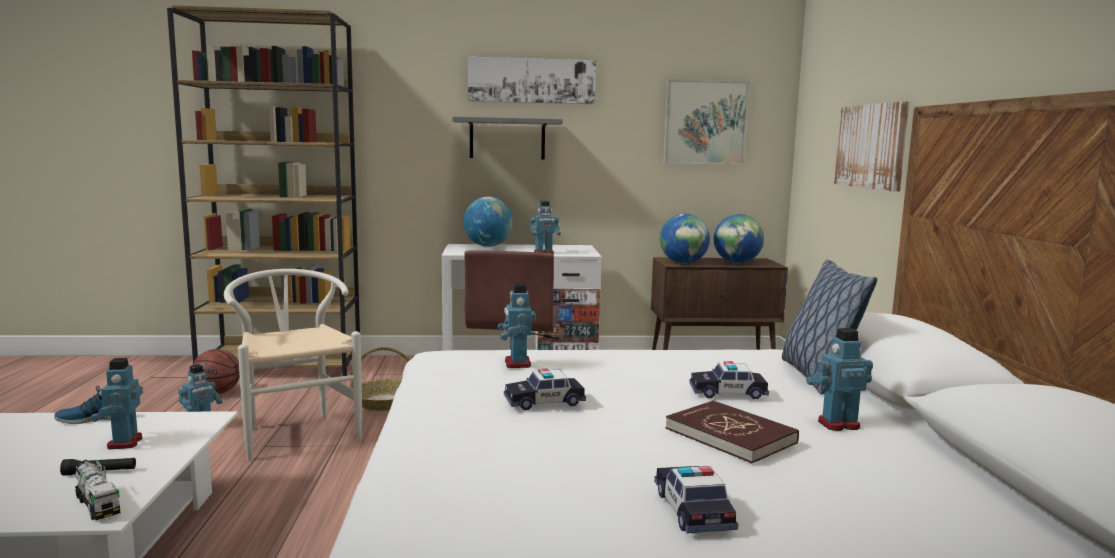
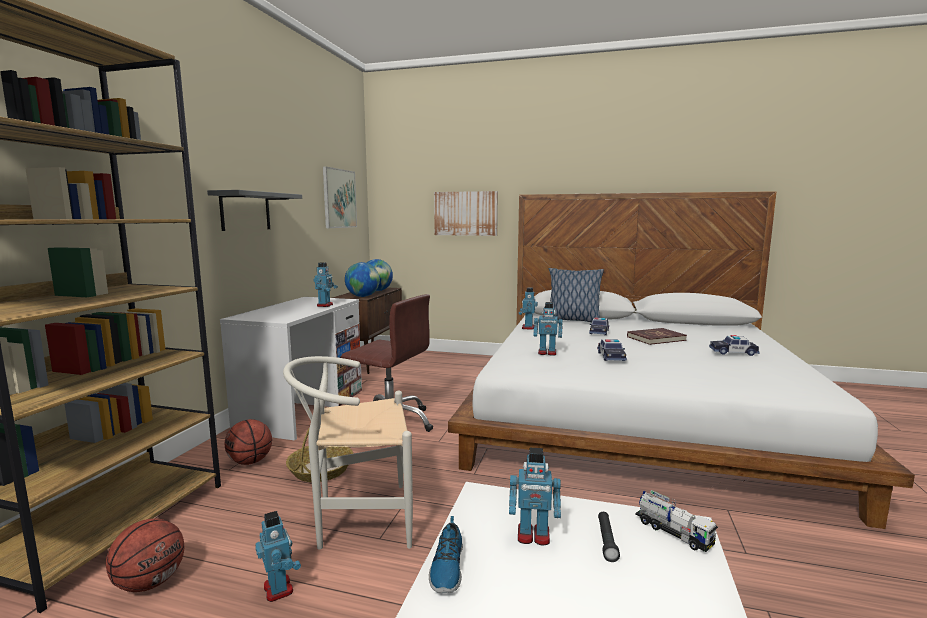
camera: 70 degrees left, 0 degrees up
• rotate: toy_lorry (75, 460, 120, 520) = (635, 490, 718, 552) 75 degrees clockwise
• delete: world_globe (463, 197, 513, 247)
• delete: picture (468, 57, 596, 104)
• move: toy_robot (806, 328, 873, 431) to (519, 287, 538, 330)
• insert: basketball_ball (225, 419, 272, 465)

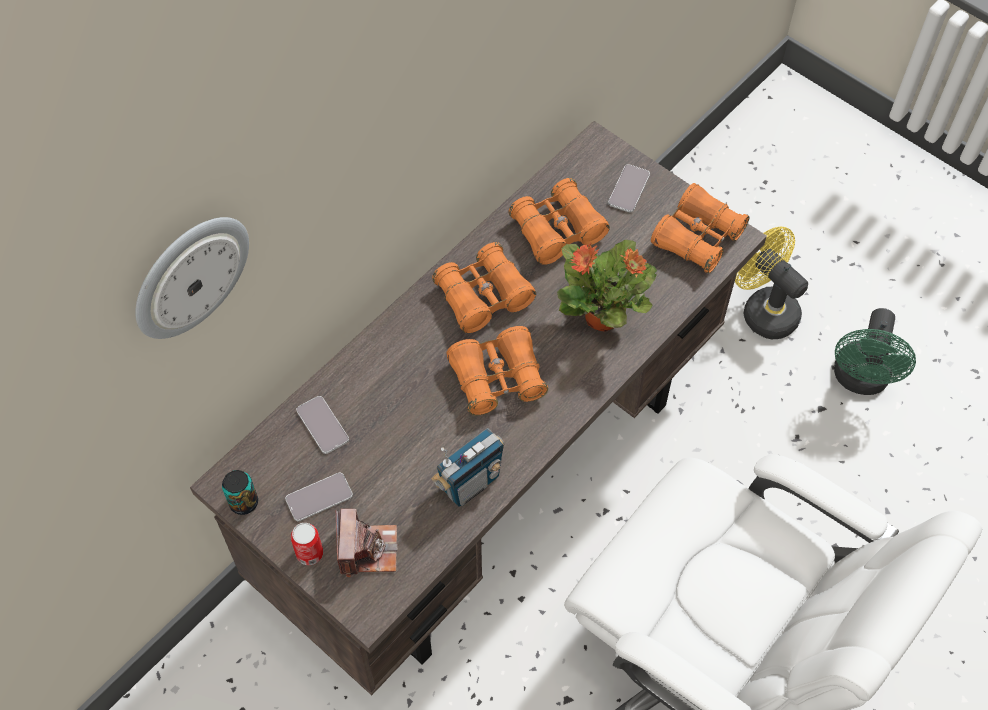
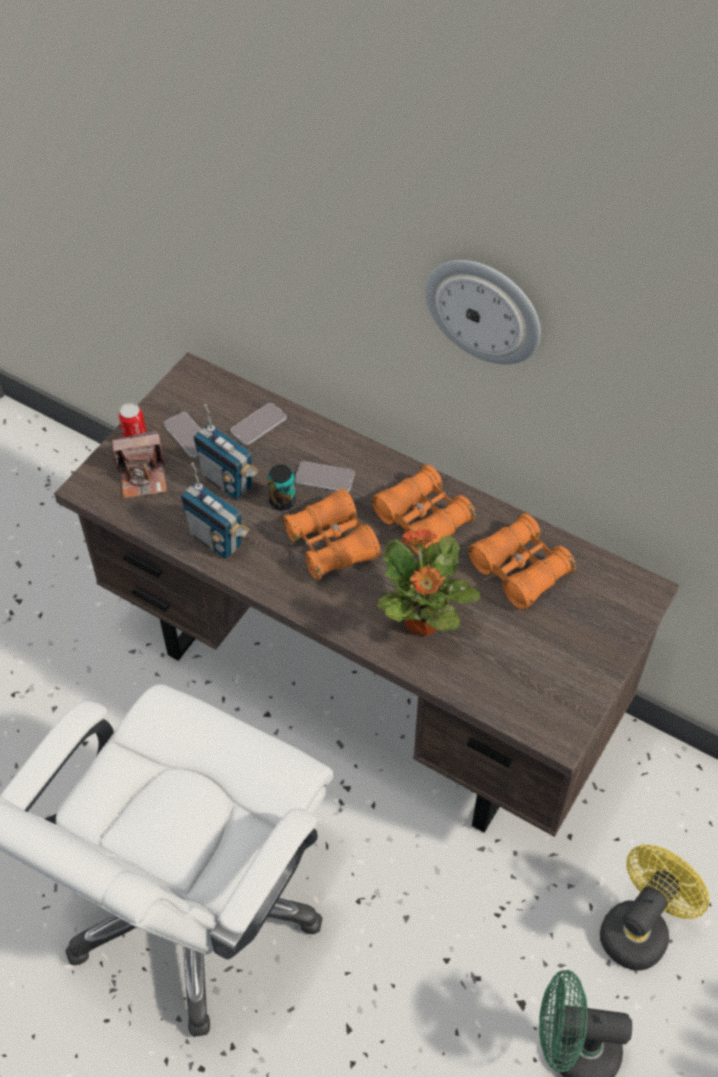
camera: 80 degrees right, 5 degrees down
• move: hanging_clock (135, 217, 249, 339) to (425, 260, 541, 364)
• move: metal_can (222, 470, 258, 515) to (267, 464, 296, 510)
• move: handset (608, 164, 650, 213) to (295, 462, 354, 492)
• delete: orangey_binoculars (651, 183, 750, 273)
• insert: radio_receiver (193, 404, 260, 499)

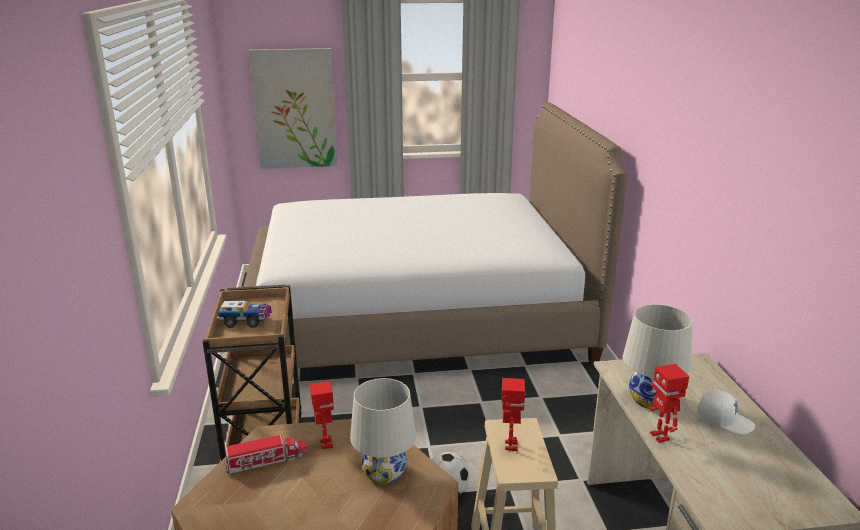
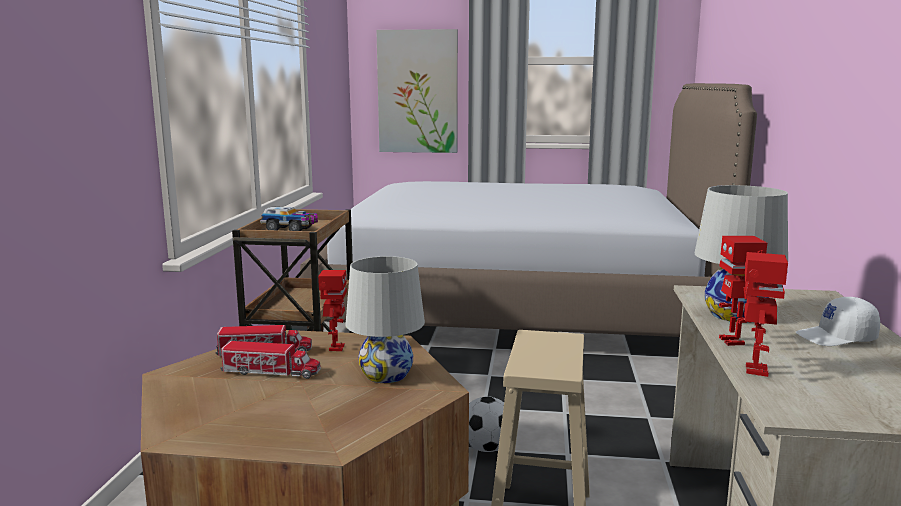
camera: 15 degrees right, 10 degrees down
• move: toy_robot (502, 378, 525, 451) to (744, 252, 788, 377)
• rotate: whitish_cap (698, 390, 755, 435) = (796, 297, 880, 346) 135 degrees clockwise
• insert: toy_lorry (220, 341, 321, 379)

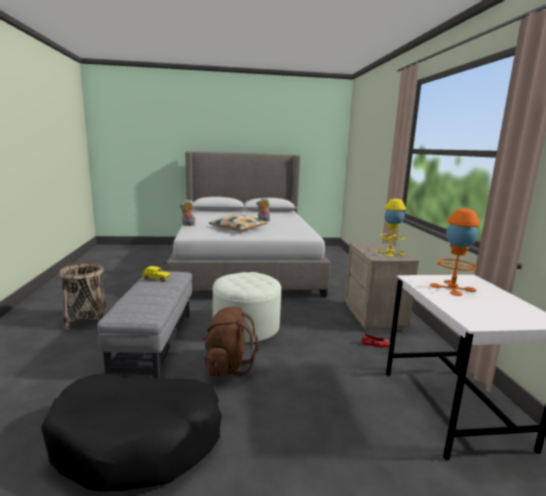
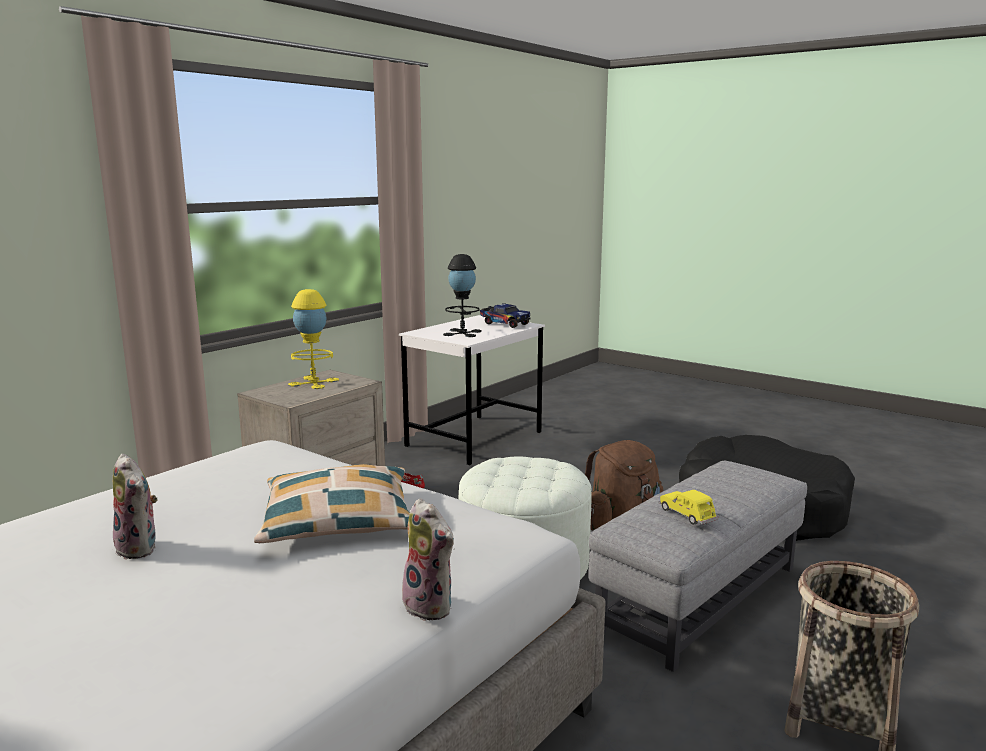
camera: 135 degrees left, 0 degrees up
• recolor: orangey_tabletop_lamp (430, 209, 480, 296) to black-coloured_tabletop_lamp (443, 254, 482, 337)
• insert: toy_lorry (480, 304, 530, 328)

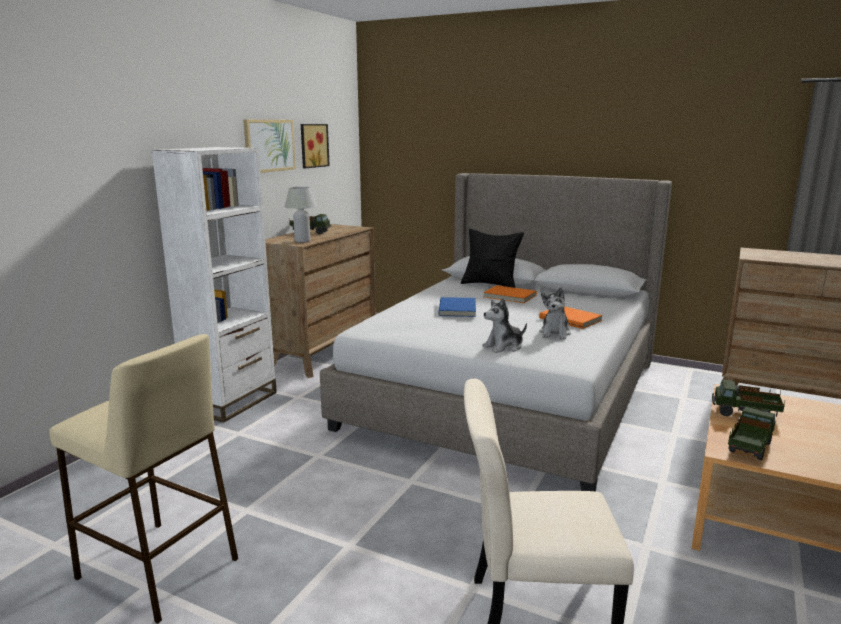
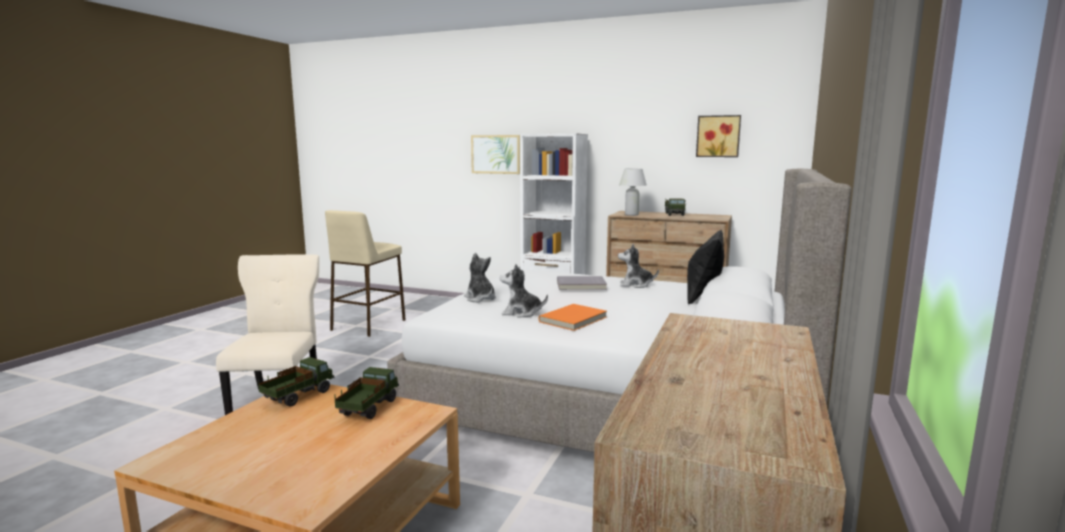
camera: 85 degrees right, 5 degrees down
• move: picture (243, 120, 296, 173) to (471, 135, 520, 174)
• recolor: bluish_volume (439, 297, 476, 317) to greyish_volume (557, 276, 607, 290)
• delete: orangey_volume (483, 285, 537, 303)
• rotate: toy_lorry (728, 407, 775, 460) = (258, 357, 334, 407) 90 degrees counterclockwise
• insert: cuddly_toy (618, 244, 659, 288)

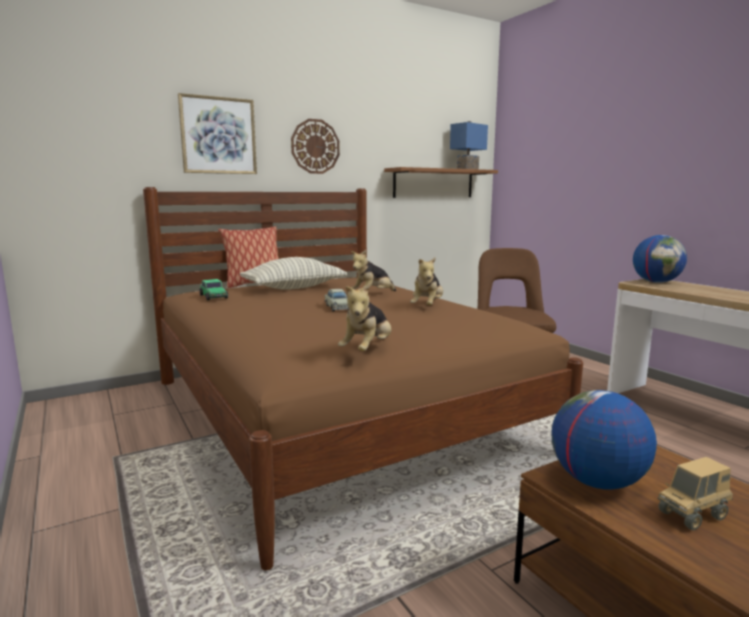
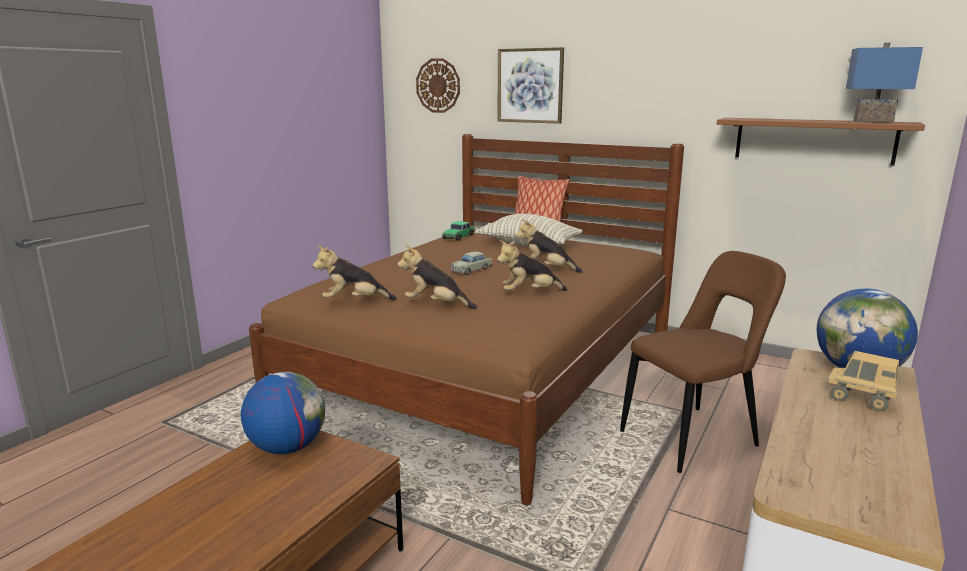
camera: 60 degrees right, 5 degrees up
• move: hanging_clock (291, 119, 340, 174) to (416, 58, 460, 113)
• move: toy_lorry (657, 457, 733, 530) to (827, 351, 900, 411)
• insert: cuddly_toy (397, 245, 477, 309)

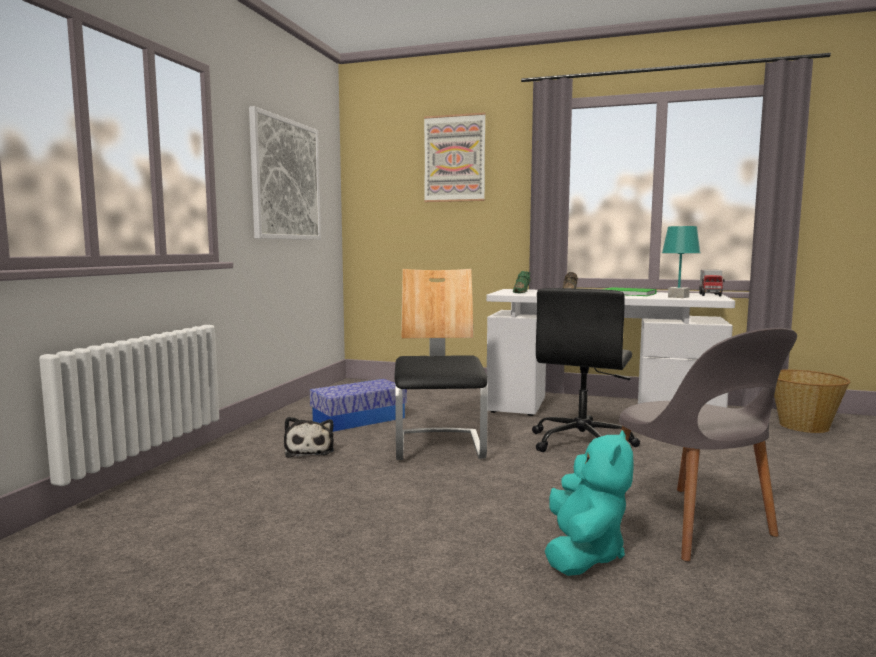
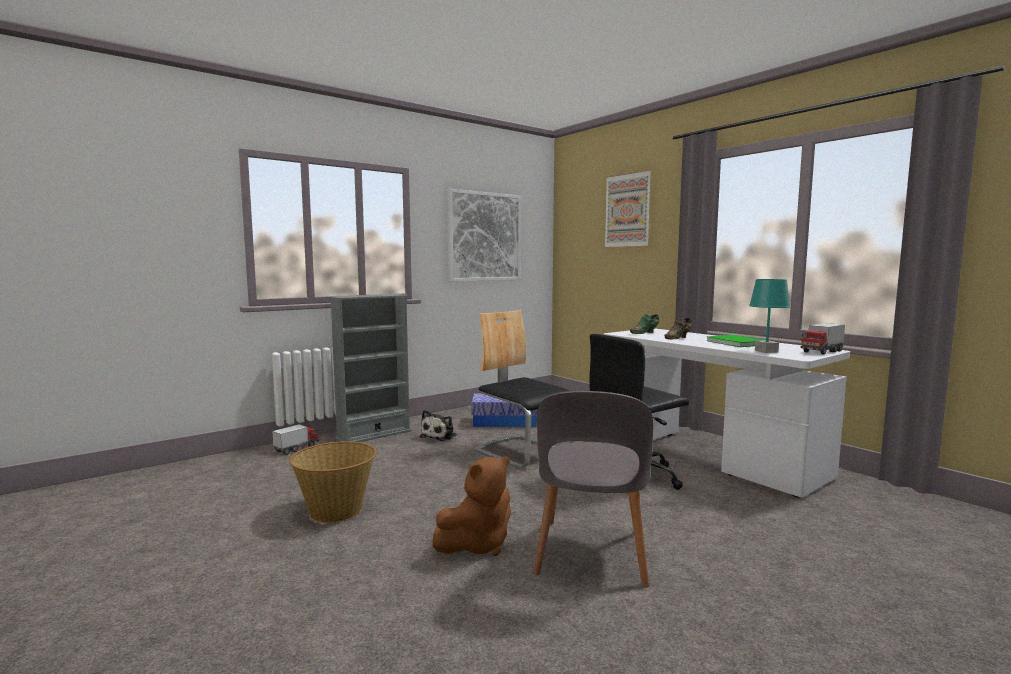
camera: 35 degrees right, 0 degrees up
• rotate: plain_chair (394, 269, 488, 460) = (474, 310, 574, 469) 75 degrees counterclockwise
• recolor: turquoise_cuddly_toy (545, 430, 634, 576) to brownish_cuddly_toy (432, 456, 511, 556)
• move: household_basket (774, 370, 851, 433) to (289, 441, 377, 523)
• insert: toy_lorry (272, 424, 319, 455)
• insert: greyish_bookshelf (329, 294, 411, 442)

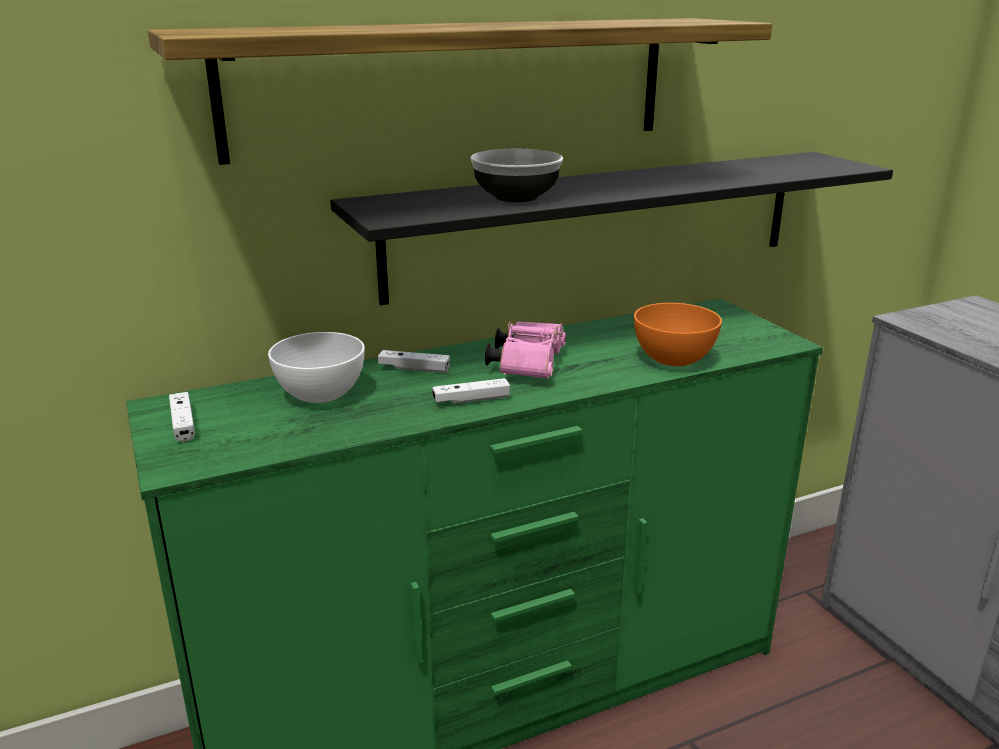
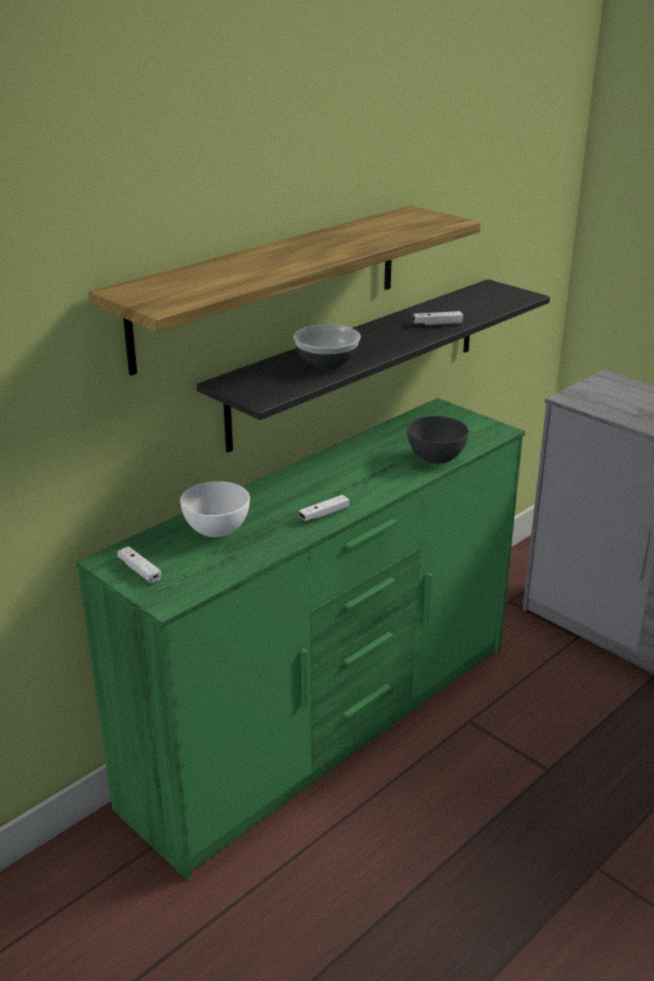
camera: 20 degrees left, 5 degrees up
• move: whitish_joypad (378, 350, 450, 373) to (413, 311, 463, 325)
• delete: pink-coloured_binoculars (485, 321, 566, 379)
• recolor: orangey_serving_bowl (634, 303, 722, 366) to greyish_serving_bowl (407, 416, 469, 464)

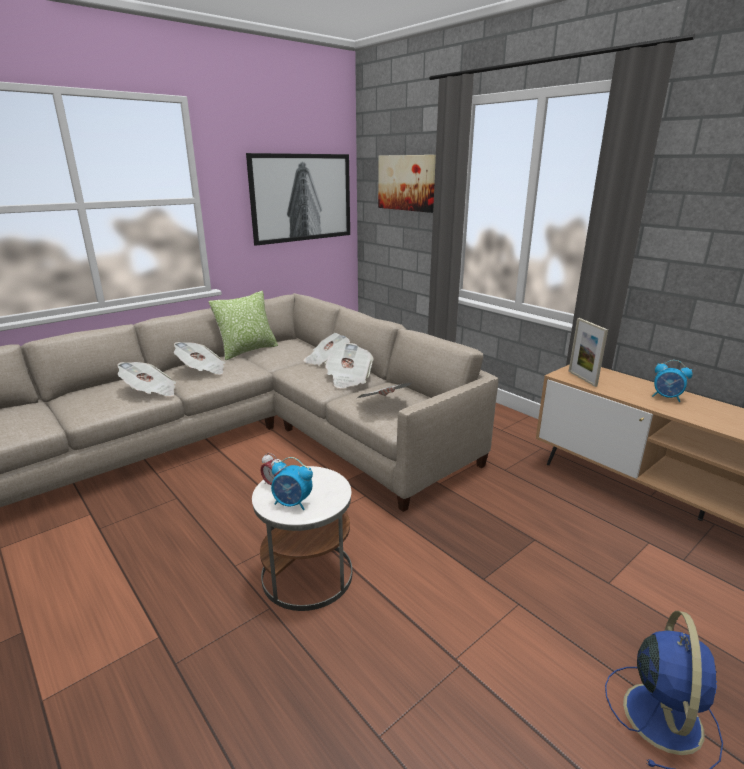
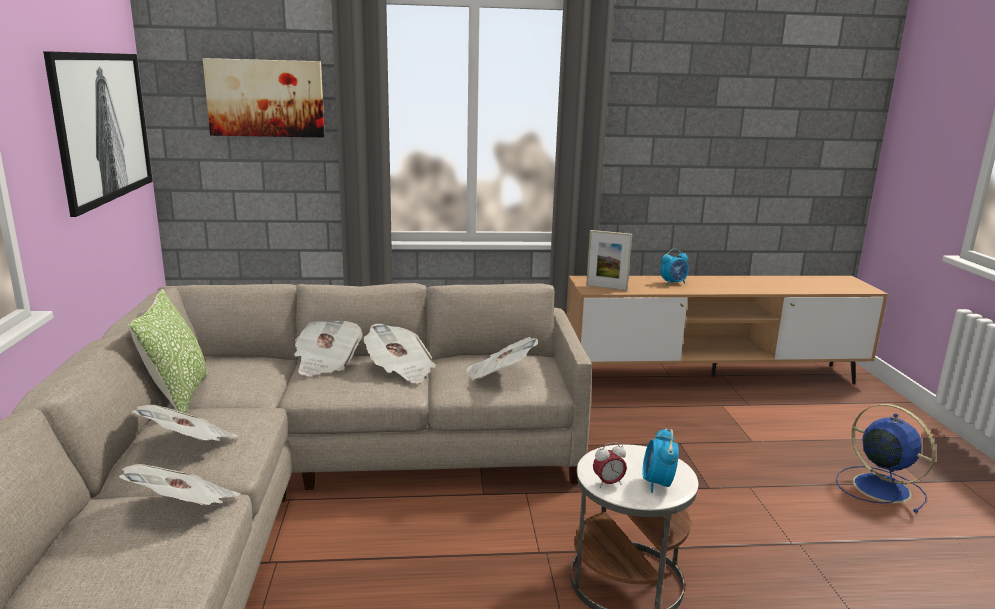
camera: 55 degrees left, 5 degrees down
• rotate: alarm_clock (271, 457, 313, 510) = (642, 428, 679, 493) 135 degrees clockwise

